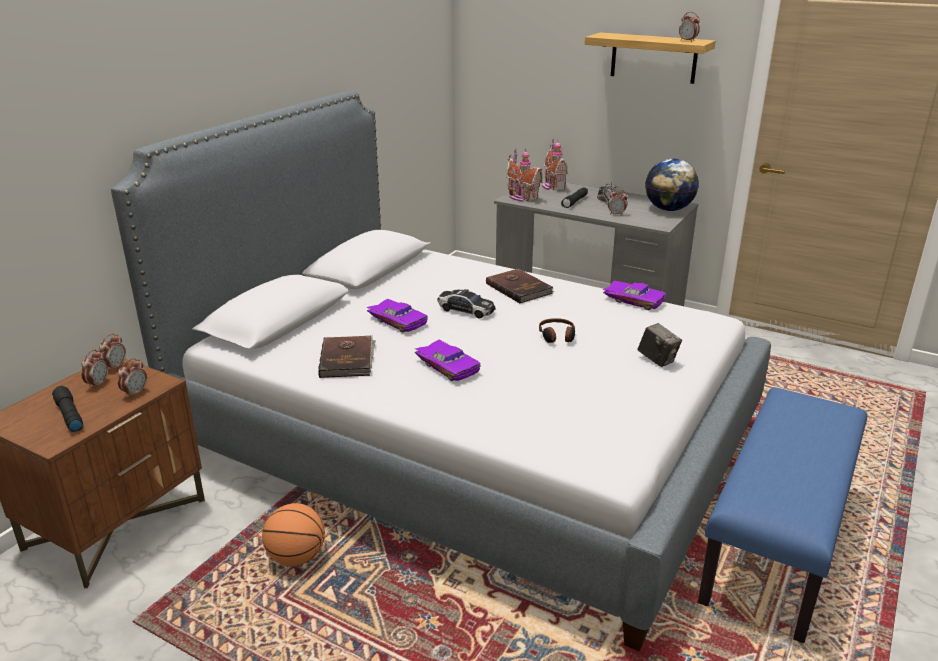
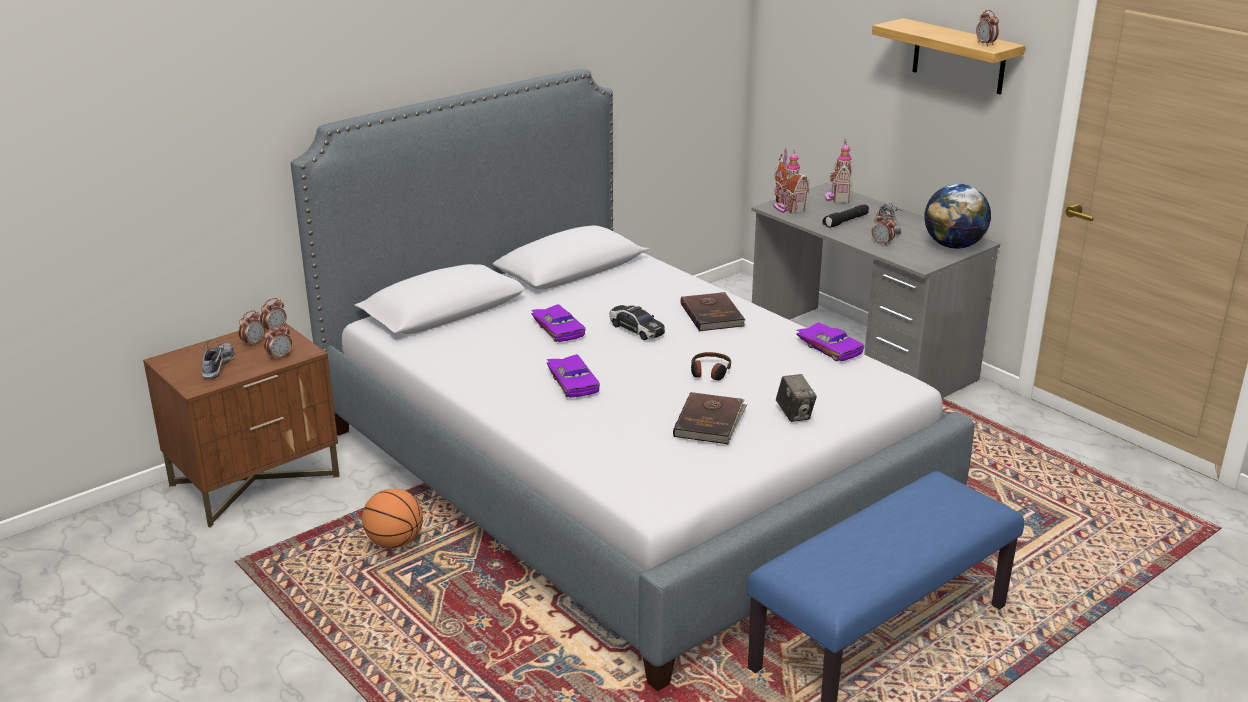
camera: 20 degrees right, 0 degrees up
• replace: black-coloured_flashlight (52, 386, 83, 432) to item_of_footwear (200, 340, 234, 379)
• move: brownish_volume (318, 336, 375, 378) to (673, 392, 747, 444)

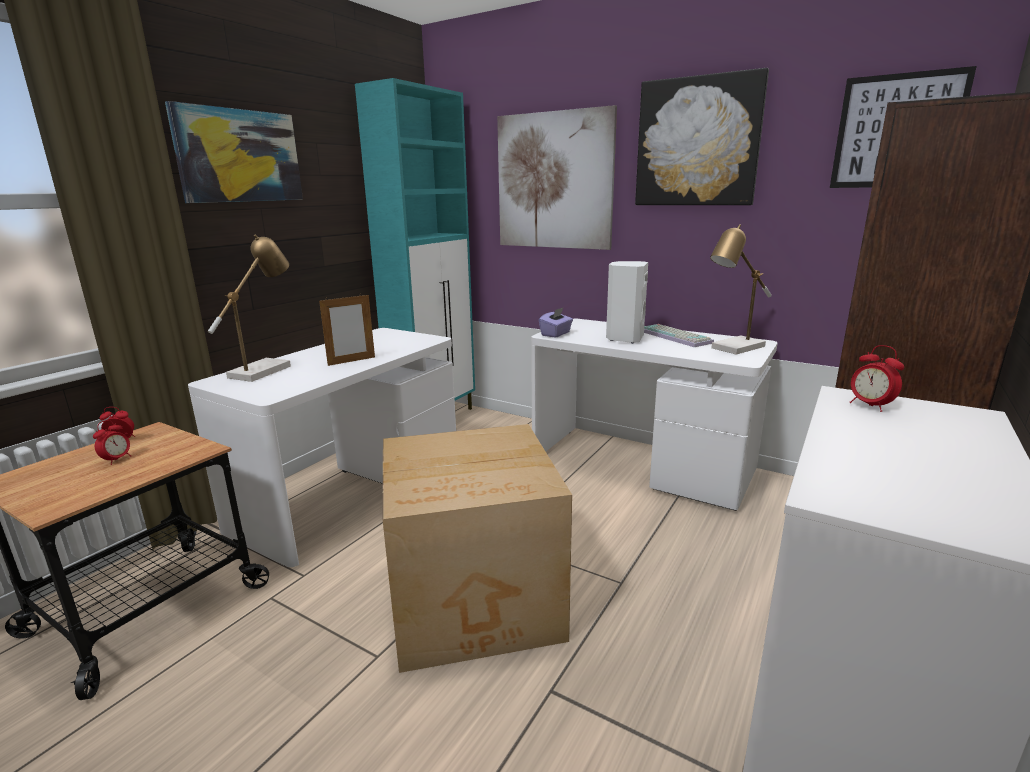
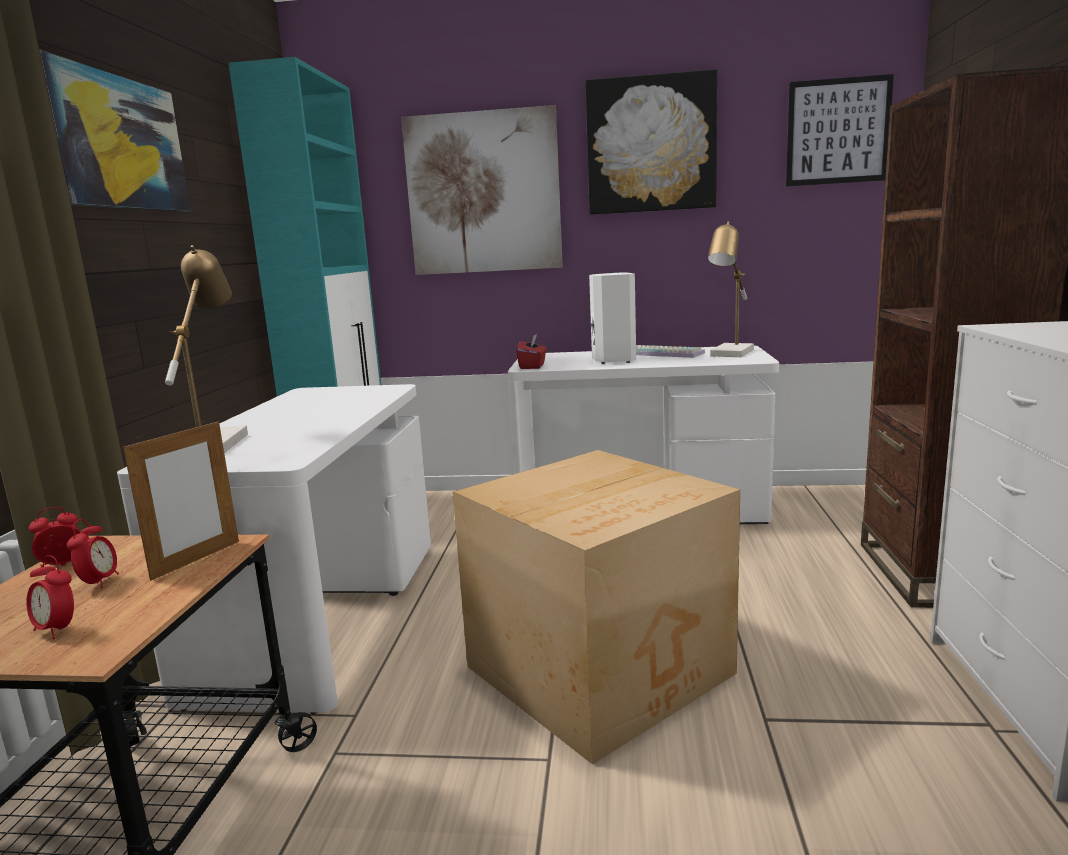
camera: 25 degrees left, 5 degrees down
• move: photo_frame (319, 293, 375, 366) to (123, 420, 239, 580)
• recolor: purple_tissue_box (539, 307, 573, 338) to red-coloured_tissue_box (516, 334, 547, 369)
• move: alarm_clock (849, 345, 904, 412) to (26, 555, 74, 639)

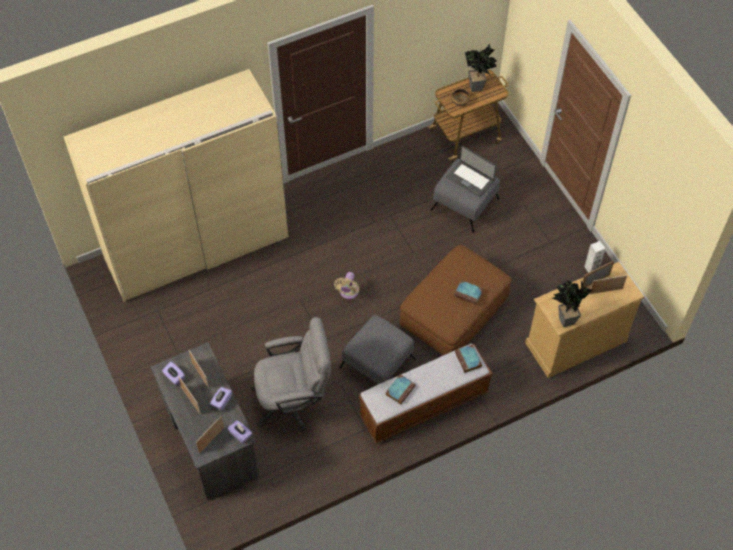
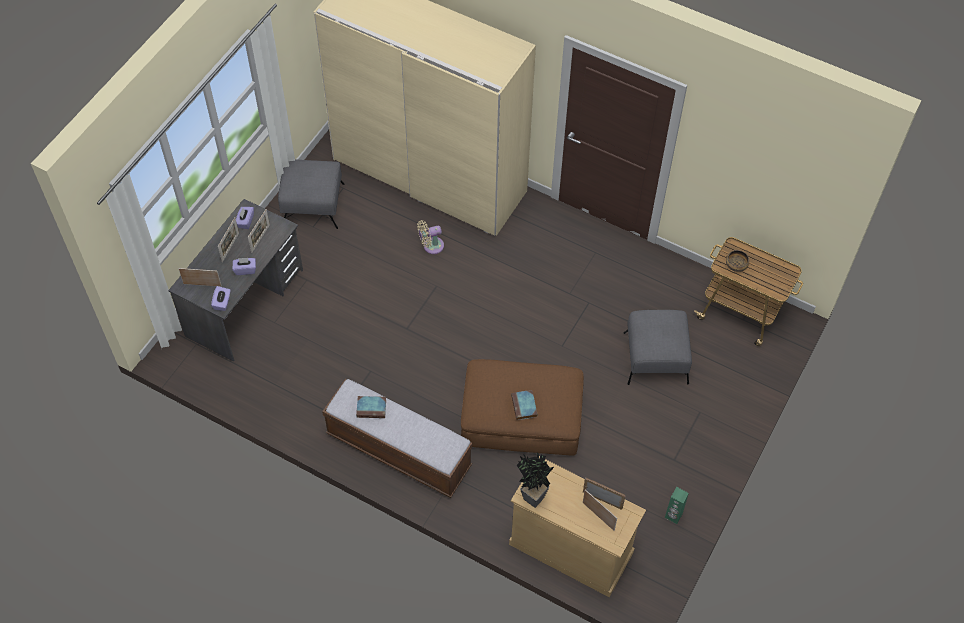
camera: 55 degrees right, 0 degrees up
• delete: greyish_computer_chair (251, 317, 331, 432)
• move: beige_cooling_fan (334, 272, 359, 299) to (417, 220, 444, 254)
• move: greyish_pouffe (340, 315, 416, 384) to (278, 160, 344, 229)
• delete: laptop (446, 146, 496, 197)
• delete: volume (455, 345, 482, 373)
• delete: plant_in_a_pot (465, 43, 497, 92)
• recolor: whitish_speaker (584, 241, 606, 273) to green_speaker (665, 487, 689, 524)

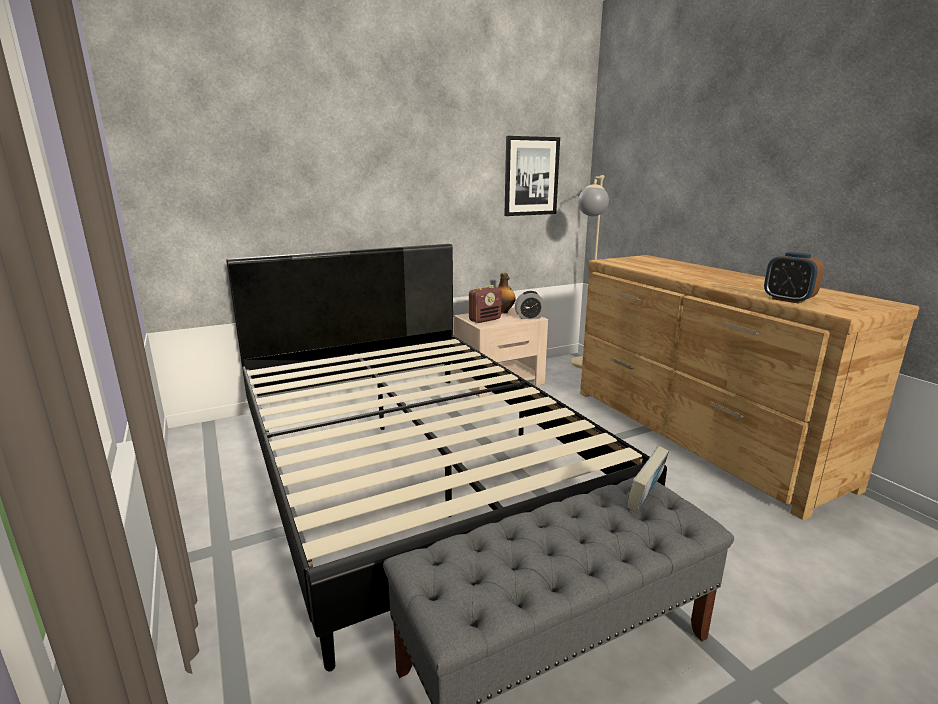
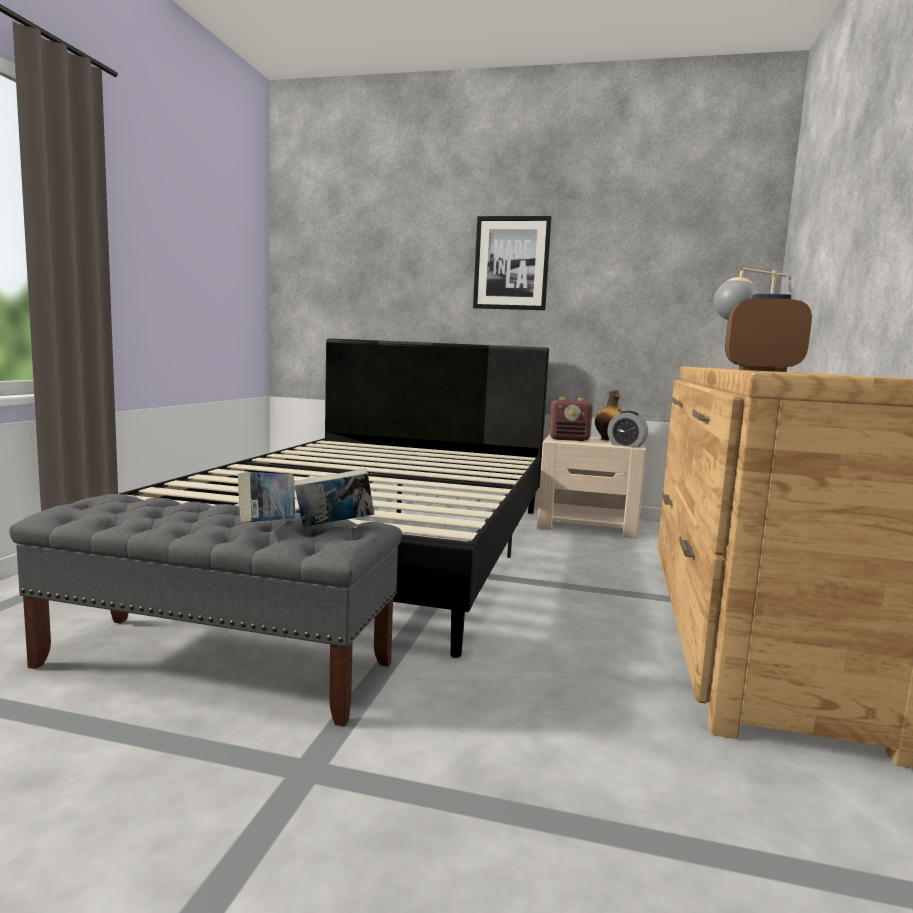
camera: 40 degrees right, 10 degrees down
• move: picture (504, 136, 560, 216) to (473, 216, 551, 310)
• rotate: alarm_clock (764, 252, 824, 304) = (725, 294, 812, 372) 105 degrees clockwise
• insert: volume (238, 472, 295, 523)

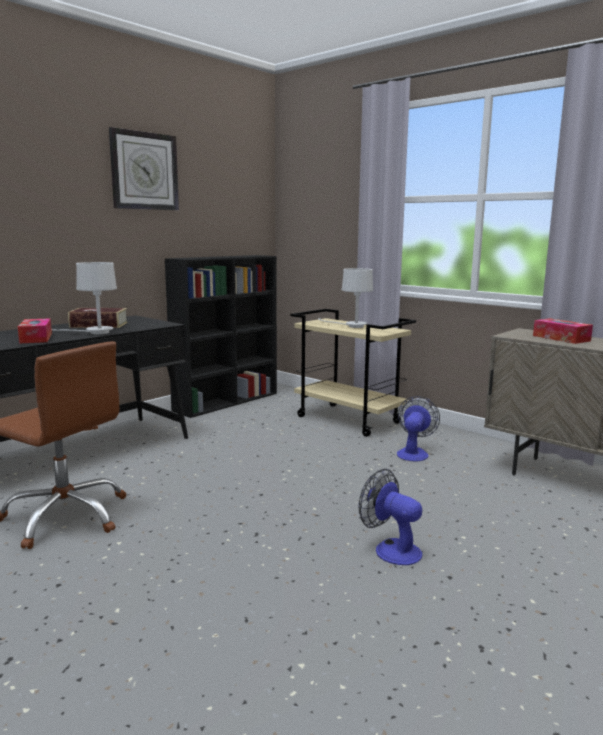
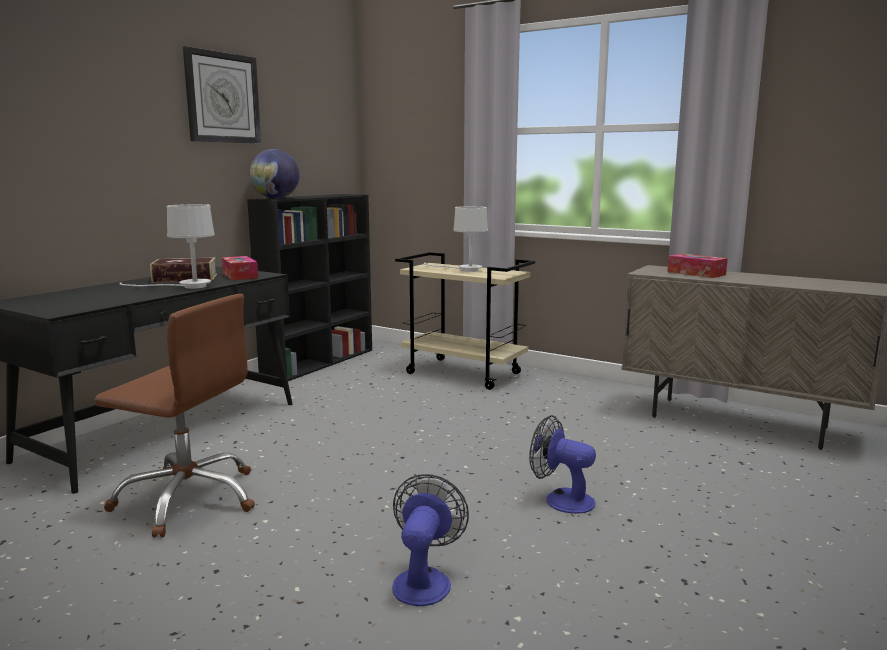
camera: 10 degrees left, 0 degrees up
• move: tissue_box (18, 318, 52, 344) to (222, 256, 258, 280)
• move: cooling_fan (397, 396, 440, 461) to (392, 474, 469, 606)
• insert: world_globe (249, 149, 300, 199)

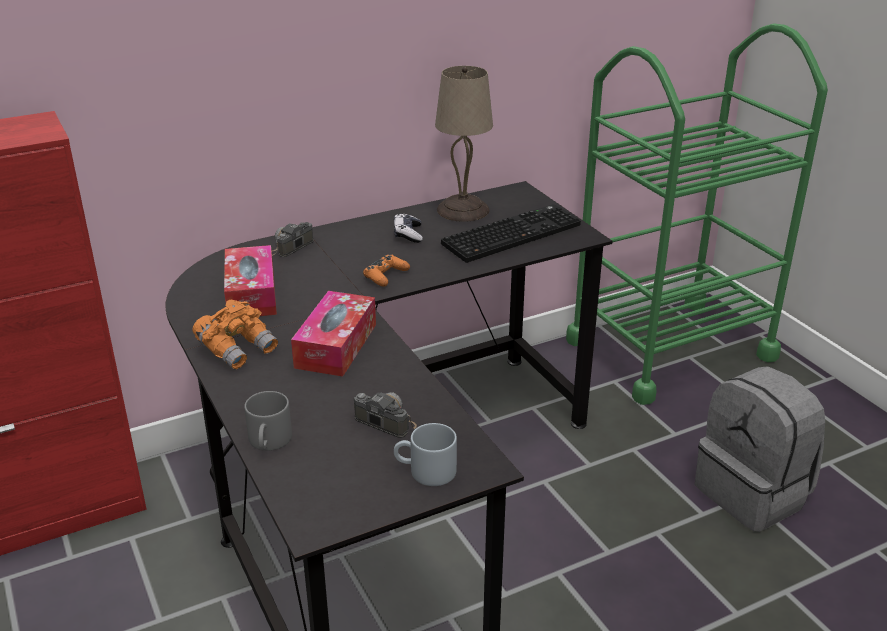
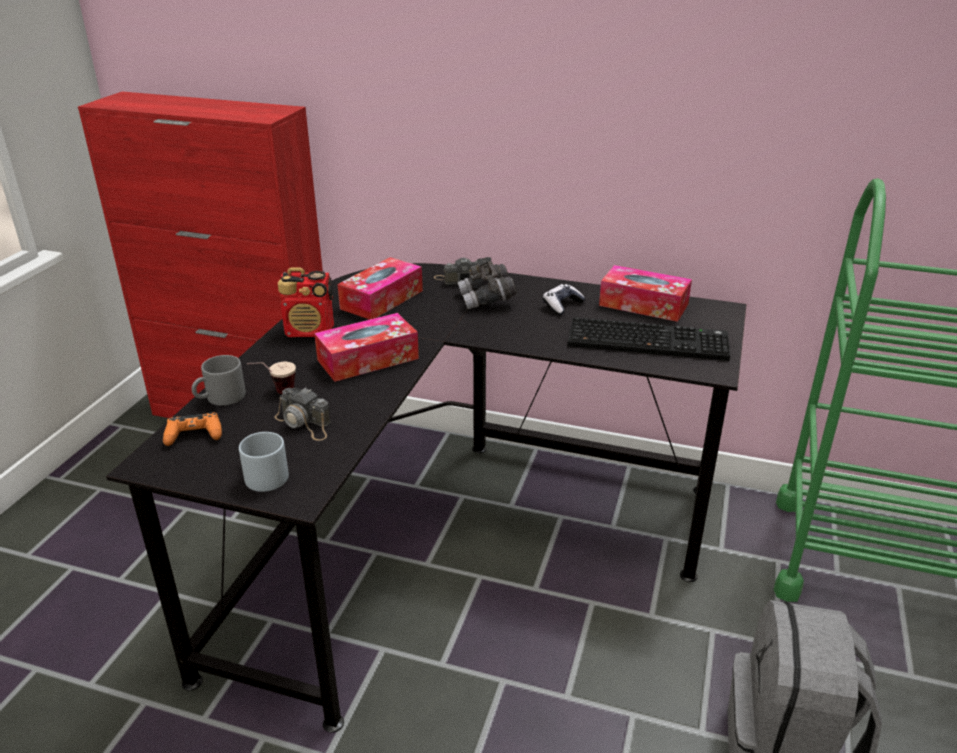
camera: 45 degrees right, 0 degrees up
• replace: orangey_binoculars (192, 299, 278, 370) to radio_receiver (278, 268, 334, 337)
• rotate: photo_camera (354, 392, 417, 438) = (275, 388, 331, 441) 135 degrees clockwise
• move: orangey_joypad (363, 254, 410, 286) to (163, 412, 222, 446)
• replace: beige_tabletop_lamp (435, 66, 493, 222) to tissue_box (599, 265, 692, 322)
• insert: cup (247, 362, 296, 394)
• insert: greyish_binoculars (457, 257, 517, 309)

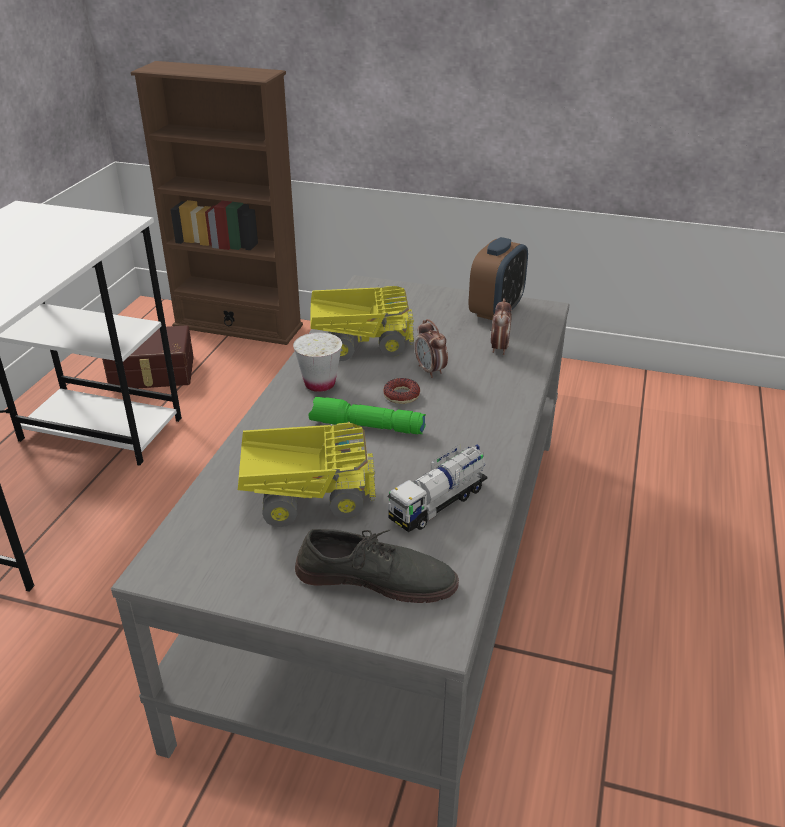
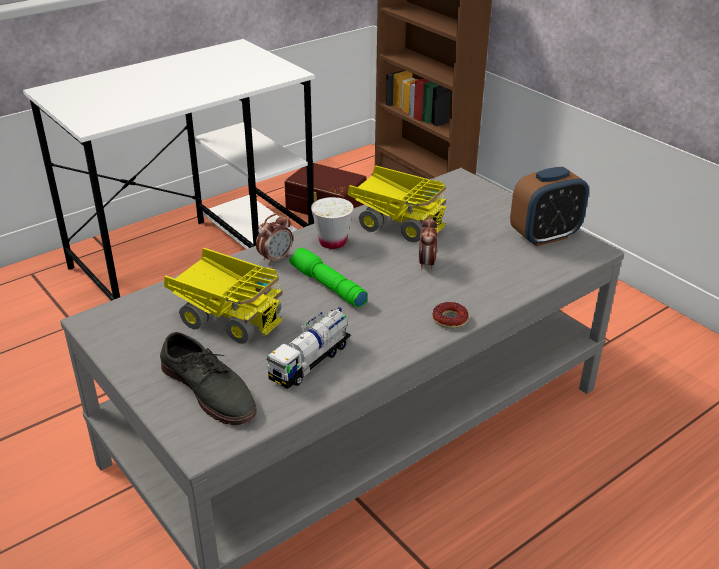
camera: 35 degrees right, 0 degrees up
• move: doughnut (383, 378, 420, 404) to (432, 302, 469, 329)
• rotate: toy_lorry (387, 444, 488, 532) = (266, 307, 351, 389) 45 degrees counterclockwise
• move: alarm_clock (491, 298, 512, 355) to (256, 213, 293, 265)

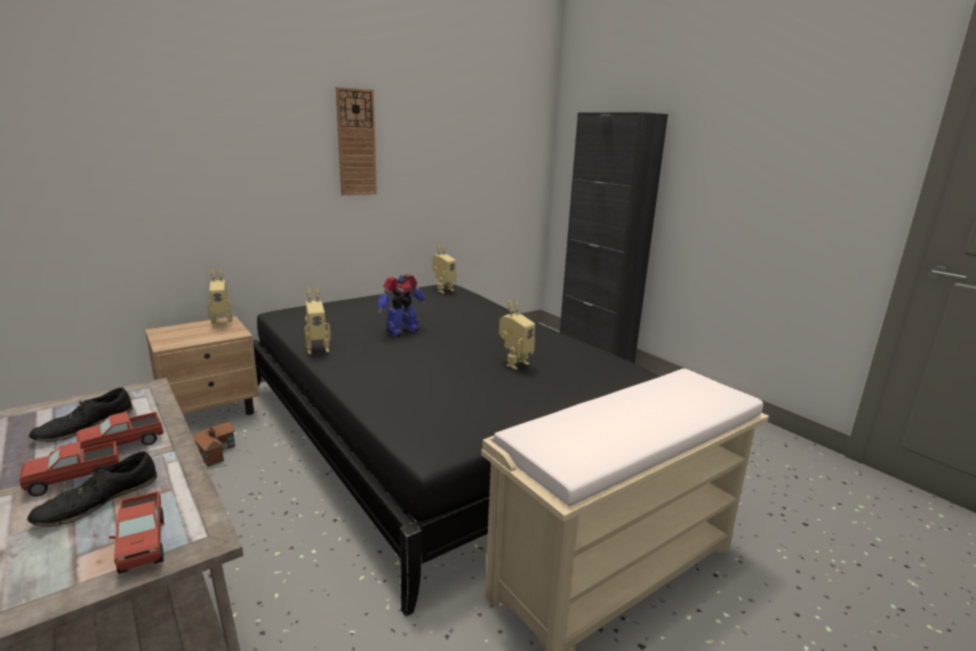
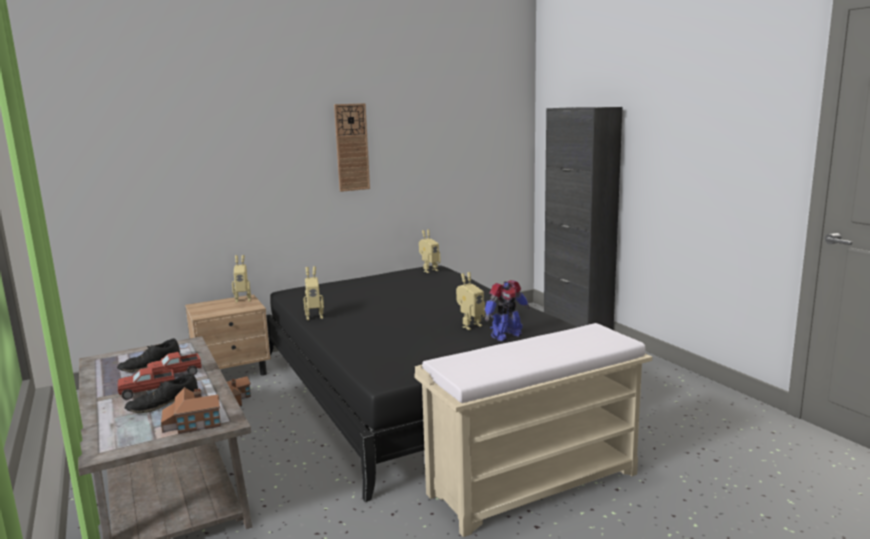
camera: 10 degrees right, 5 degrees down
• replace: toy_lorry (109, 491, 164, 574) to miniature_house (161, 387, 221, 434)
• move: toy_robot (378, 274, 427, 336) to (485, 280, 530, 341)

